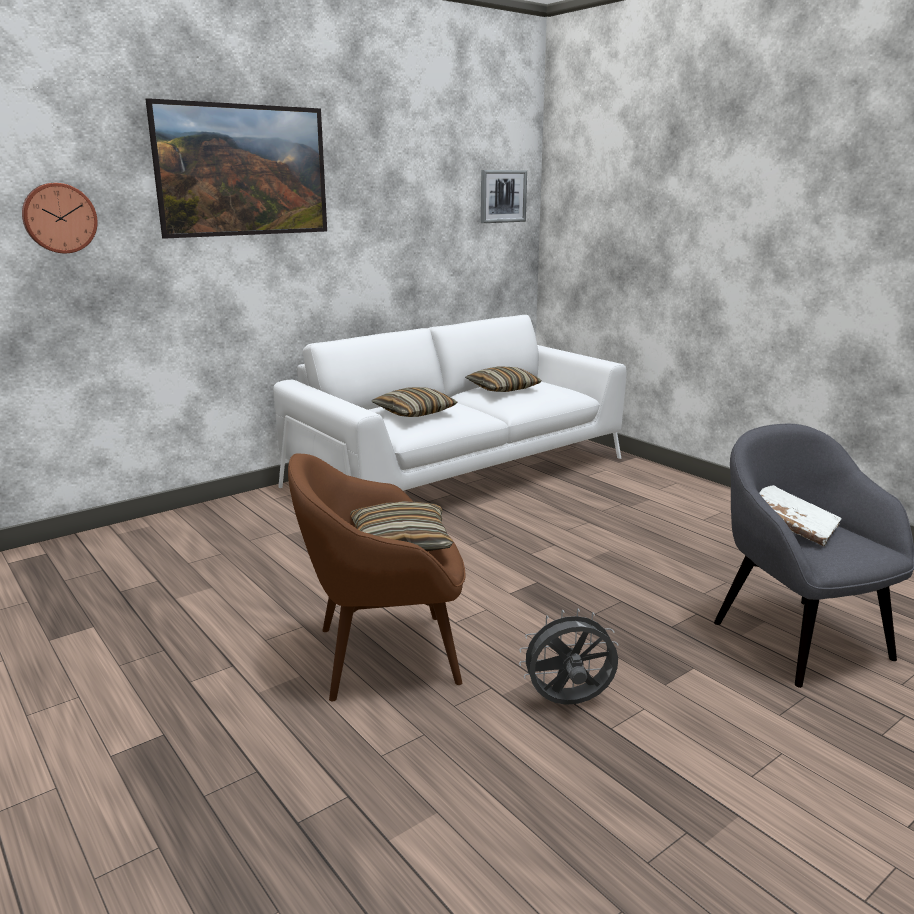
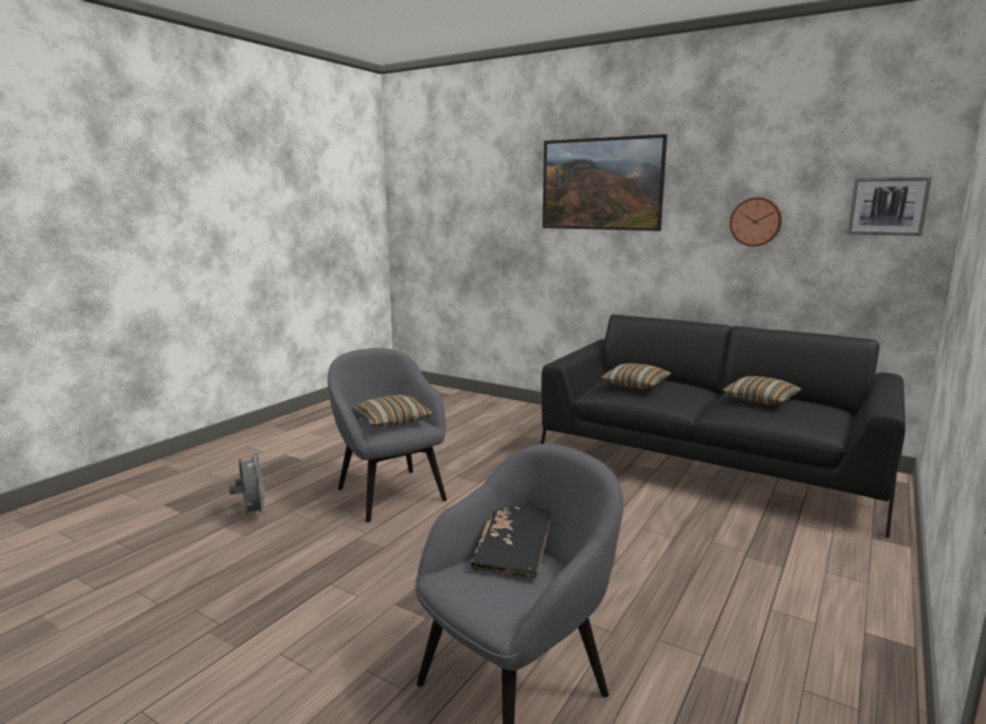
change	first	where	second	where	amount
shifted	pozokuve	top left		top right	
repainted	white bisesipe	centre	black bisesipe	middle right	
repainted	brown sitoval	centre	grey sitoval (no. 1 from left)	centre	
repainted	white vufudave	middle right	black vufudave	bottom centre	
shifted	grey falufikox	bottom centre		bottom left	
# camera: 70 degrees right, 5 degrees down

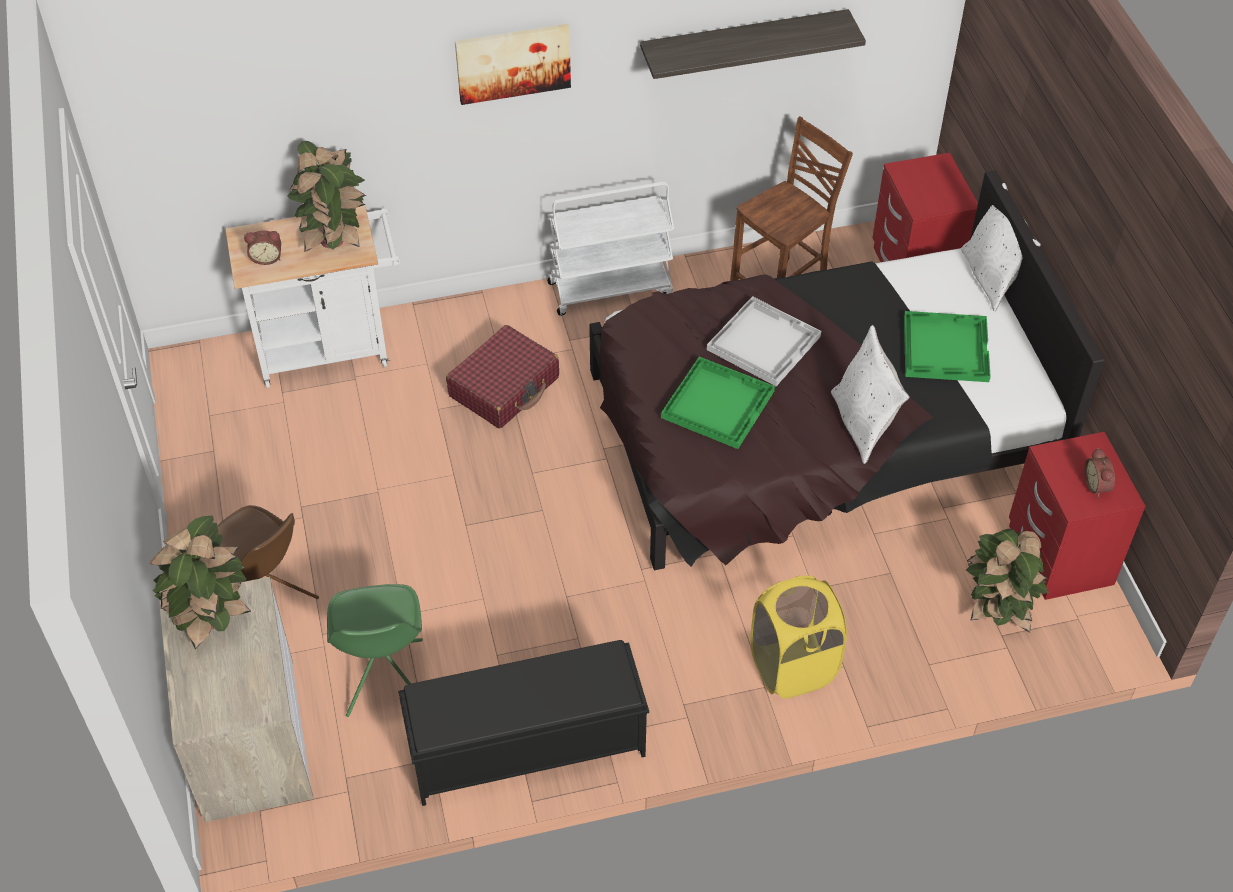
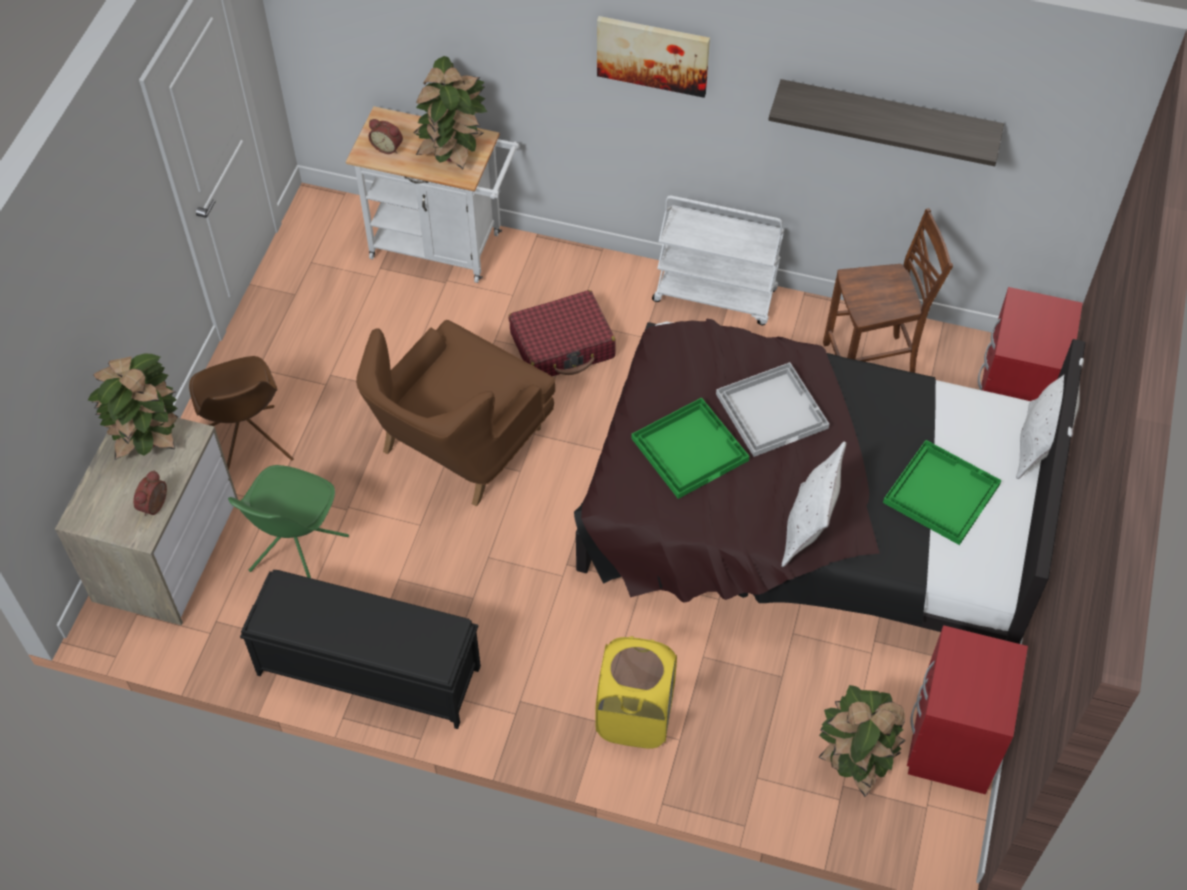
change	first	where	second	where	amount
shifted	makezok (no. 2 from left in the first image)	middle right	makezok (no. 1 from left)	middle left	
new			brown sitoval	centre	
# camera: 30 degrees right, 5 degrees up

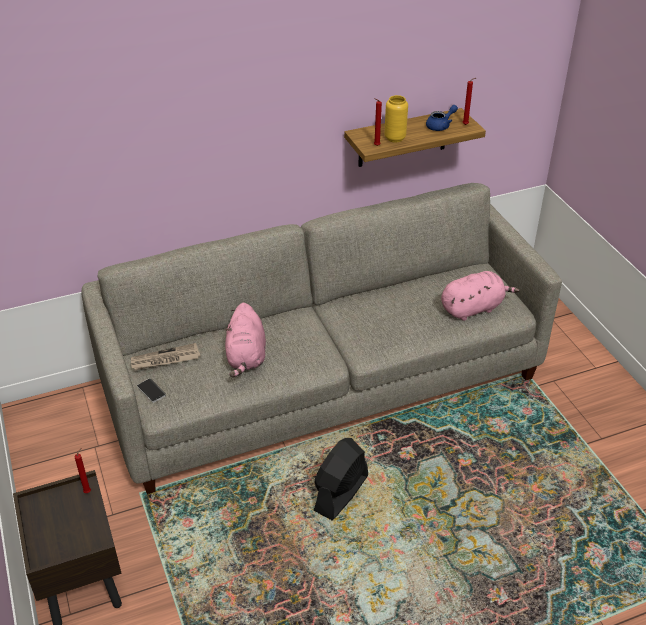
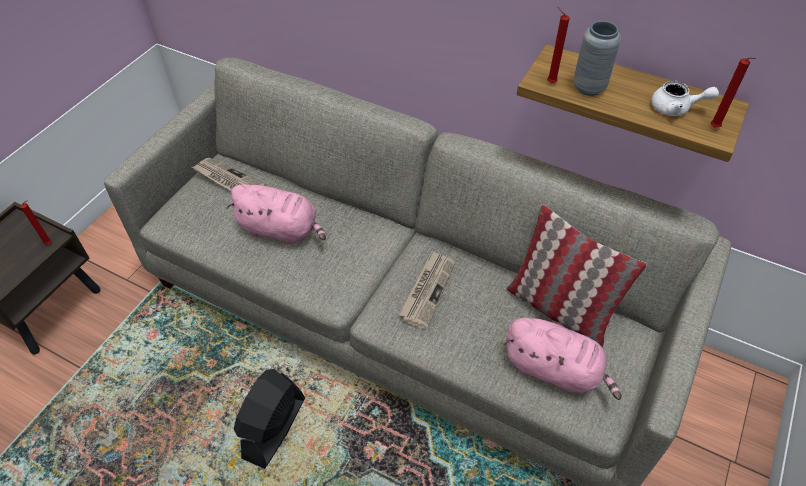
change	first	where	second	where	amount
repainted	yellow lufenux	top centre	grey lufenux	top right	
repainted	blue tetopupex	top right	white tetopupex	top right	
rotated	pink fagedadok (no. 1 from left)	centre		centre	120 degrees counterclockwise
gone	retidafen	middle left			
rotated	black falufikox	bottom centre		bottom centre	60 degrees counterclockwise
new			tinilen	middle right	
new			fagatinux (no. 2 from left)	centre	
# camera: 50 degrees right, 10 degrees up

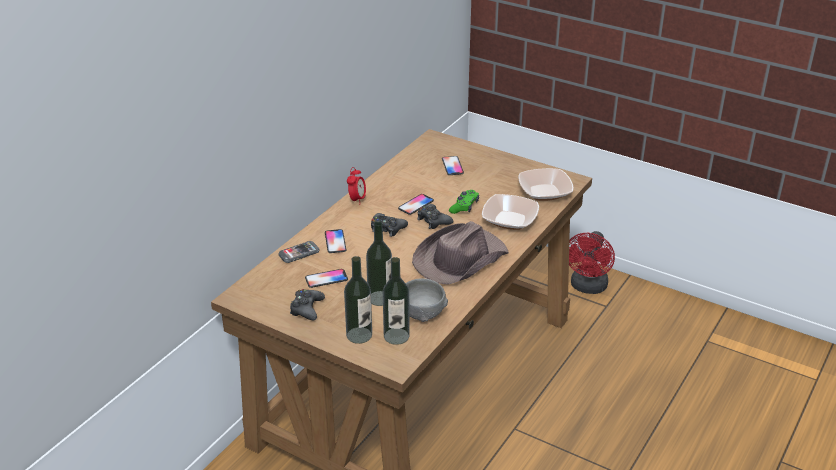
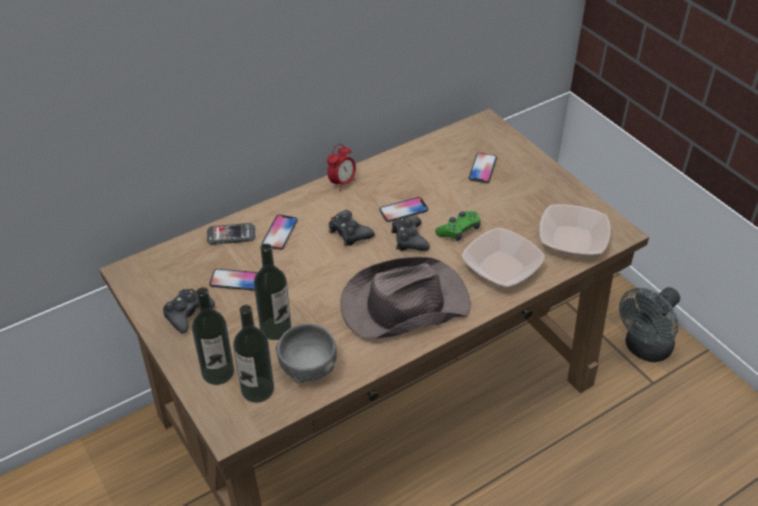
change	first	where	second	where	amount
repainted	red falufikox	middle right	grey falufikox	middle right	
# camera: 25 degrees right, 10 degrees up

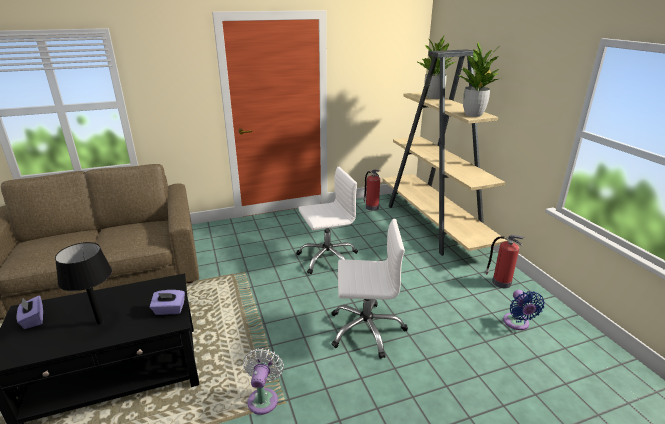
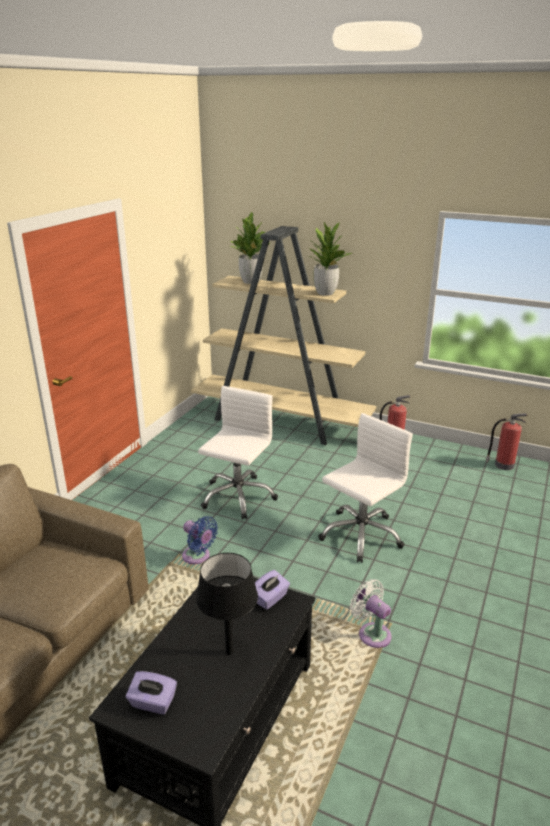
change	first	where	second	where	amount
shifted	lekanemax (no. 1 from left in the first image)	centre	lekanemax (no. 2 from left)	middle right	
shifted	blue falufikox	bottom right		centre	
# camera: 45 degrees left, 0 degrees up

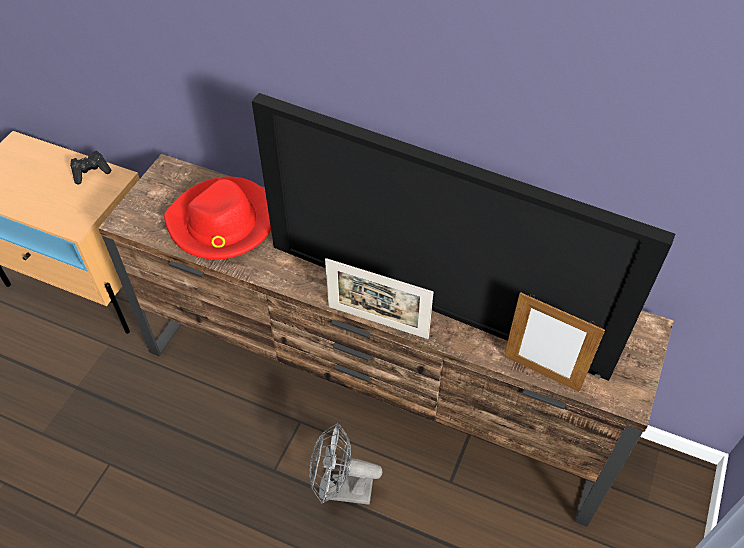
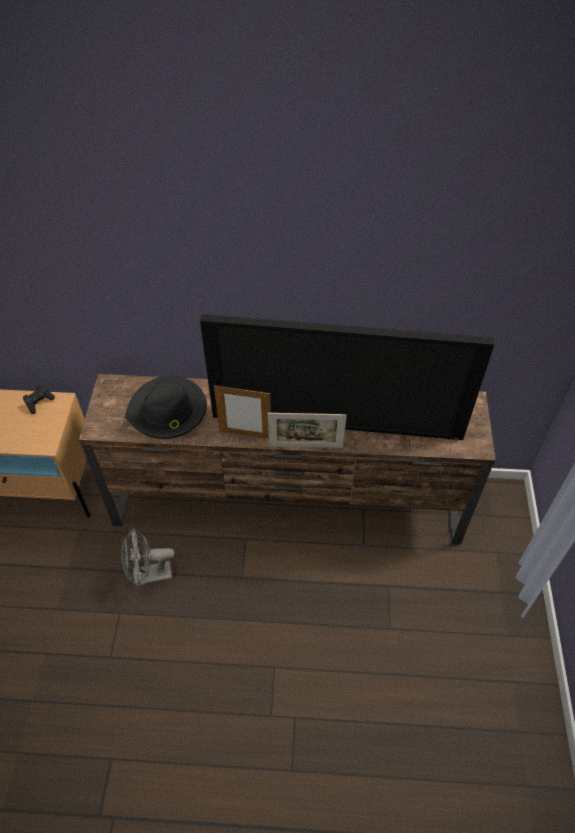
change	first	where	second	where	amount
repainted	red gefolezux	middle left	black gefolezux	middle left	
shifted	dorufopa (no. 2 from left in the first image)	middle right	dorufopa (no. 1 from left)	centre	
shifted	grey falufikox	bottom centre		bottom left	
# camera: 20 degrees left, 0 degrees up

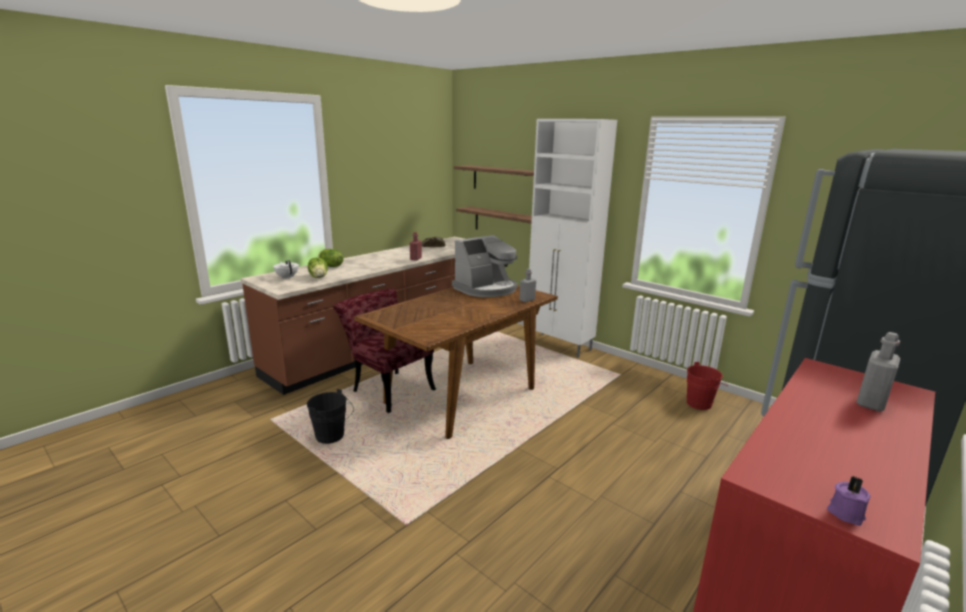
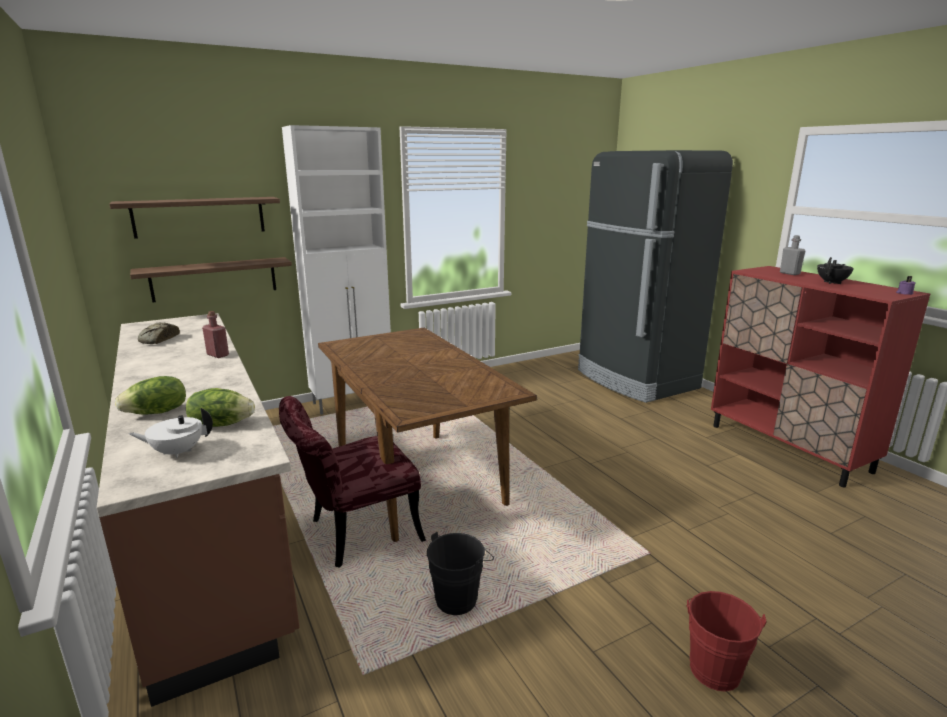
change	first	where	second	where	amount
gone	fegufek	centre			
gone	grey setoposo (no. 1 from left)	centre			
shifted	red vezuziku	middle right		bottom right	
new			black tetopupex	middle right	
# camera: 70 degrees left, 0 degrees up

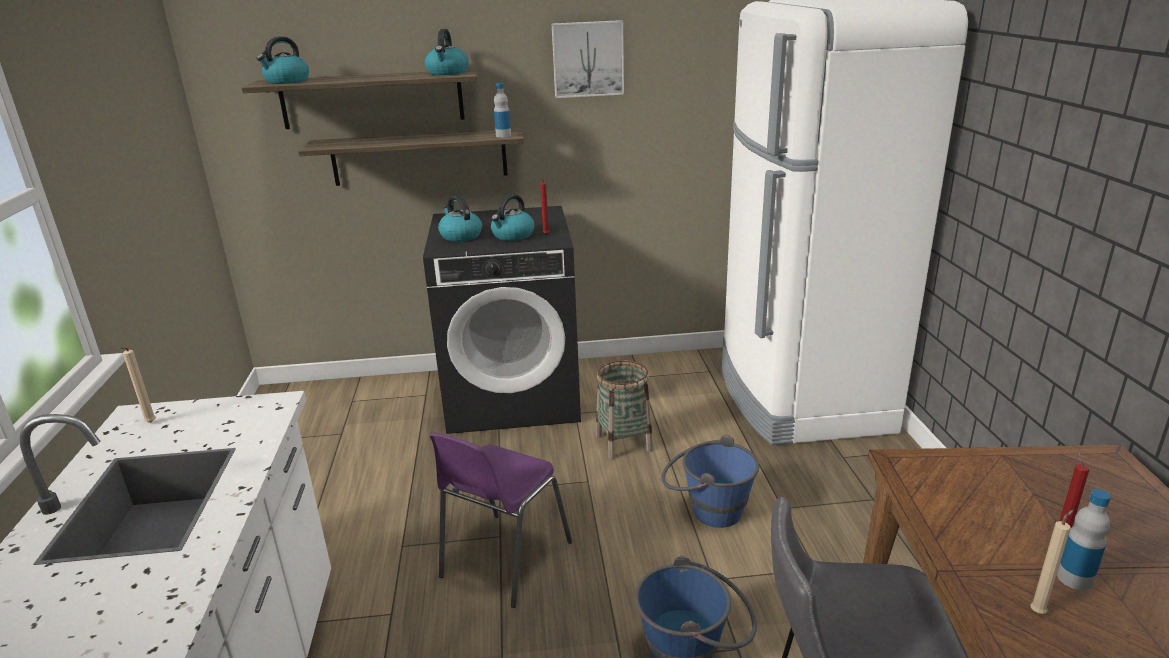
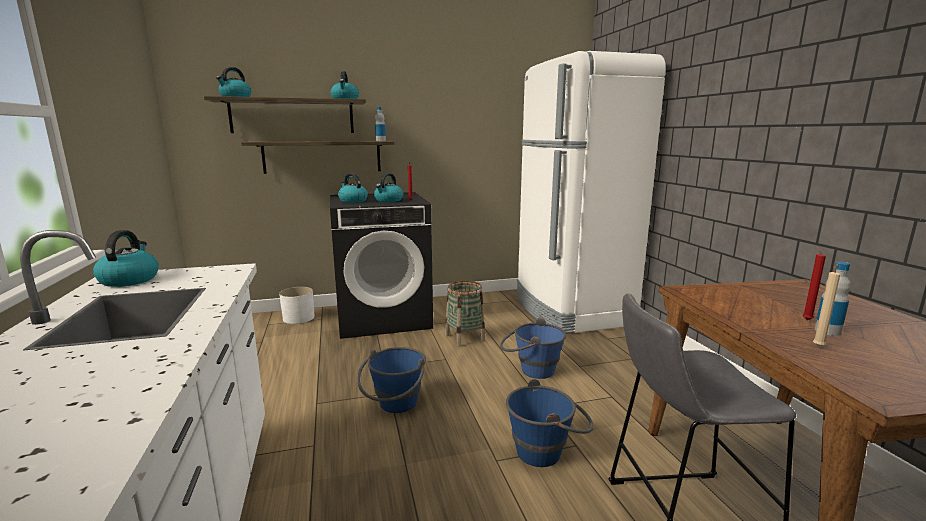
change	first	where	second	where	amount
gone	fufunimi	top centre			
swapped	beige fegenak (no. 1 from left)	middle left	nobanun (no. 1 from left)	middle left	
swapped	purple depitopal	bottom centre	blue vezuziku (no. 1 from left)	bottom centre	
new			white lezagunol	middle left	
# camera: 10 degrees left, 10 degrees down

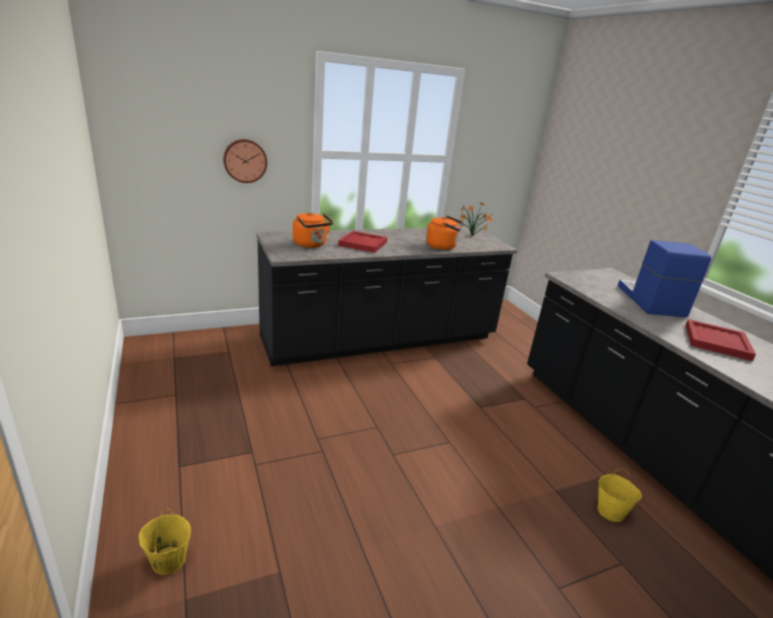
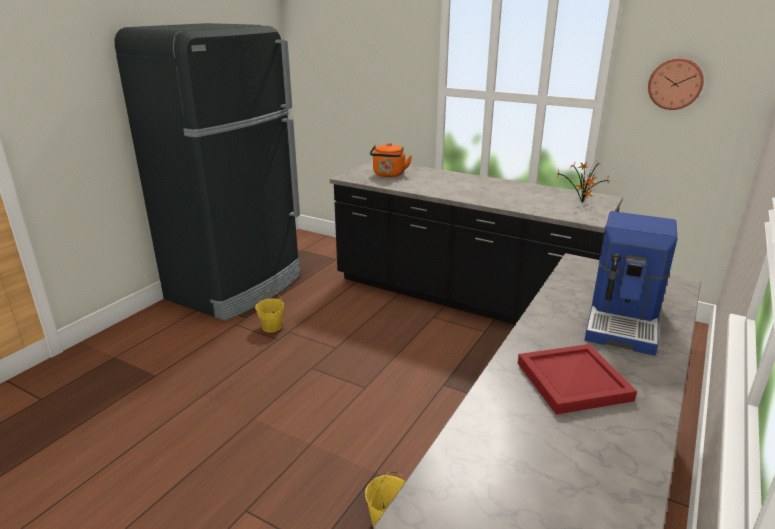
change	first	where	second	where	amount
shifted	pozokuve	top left		top right	
gone	orange nobanun (no. 2 from left)	centre			
gone	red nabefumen (no. 1 from left)	centre			
rotated	fegufek	middle right		middle right	150 degrees clockwise
shifted	yellow vezuziku (no. 1 from left)	bottom left		centre	
new			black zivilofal	top left	
# camera: 55 degrees right, 0 degrees up

